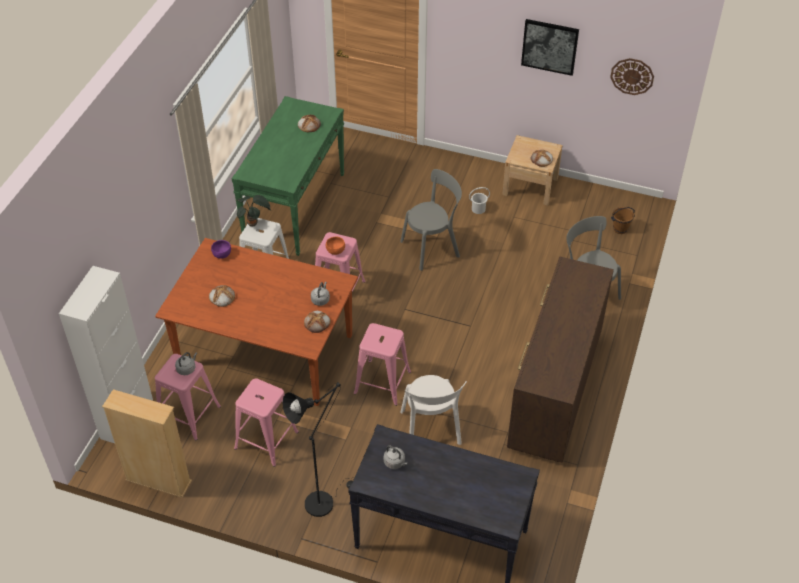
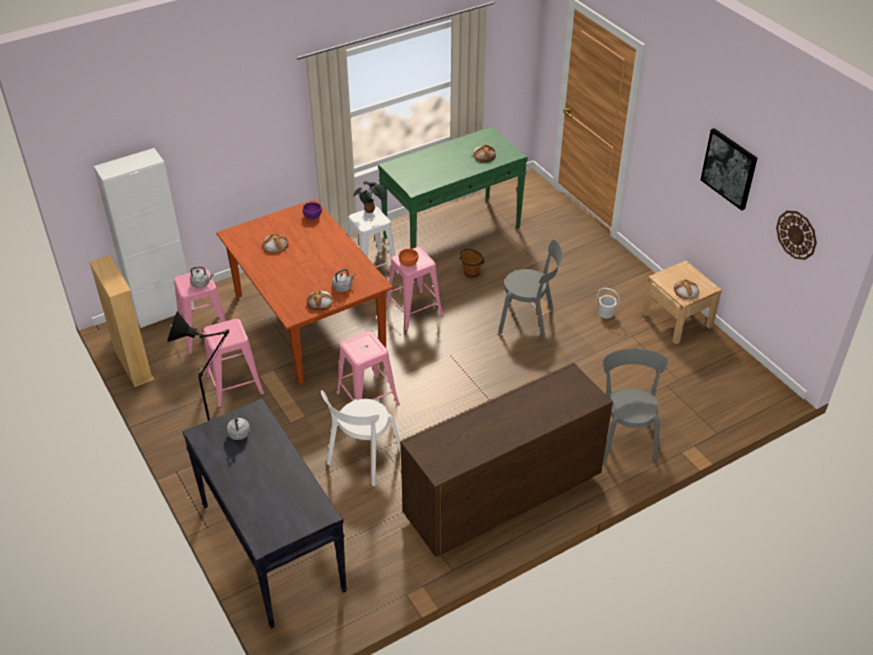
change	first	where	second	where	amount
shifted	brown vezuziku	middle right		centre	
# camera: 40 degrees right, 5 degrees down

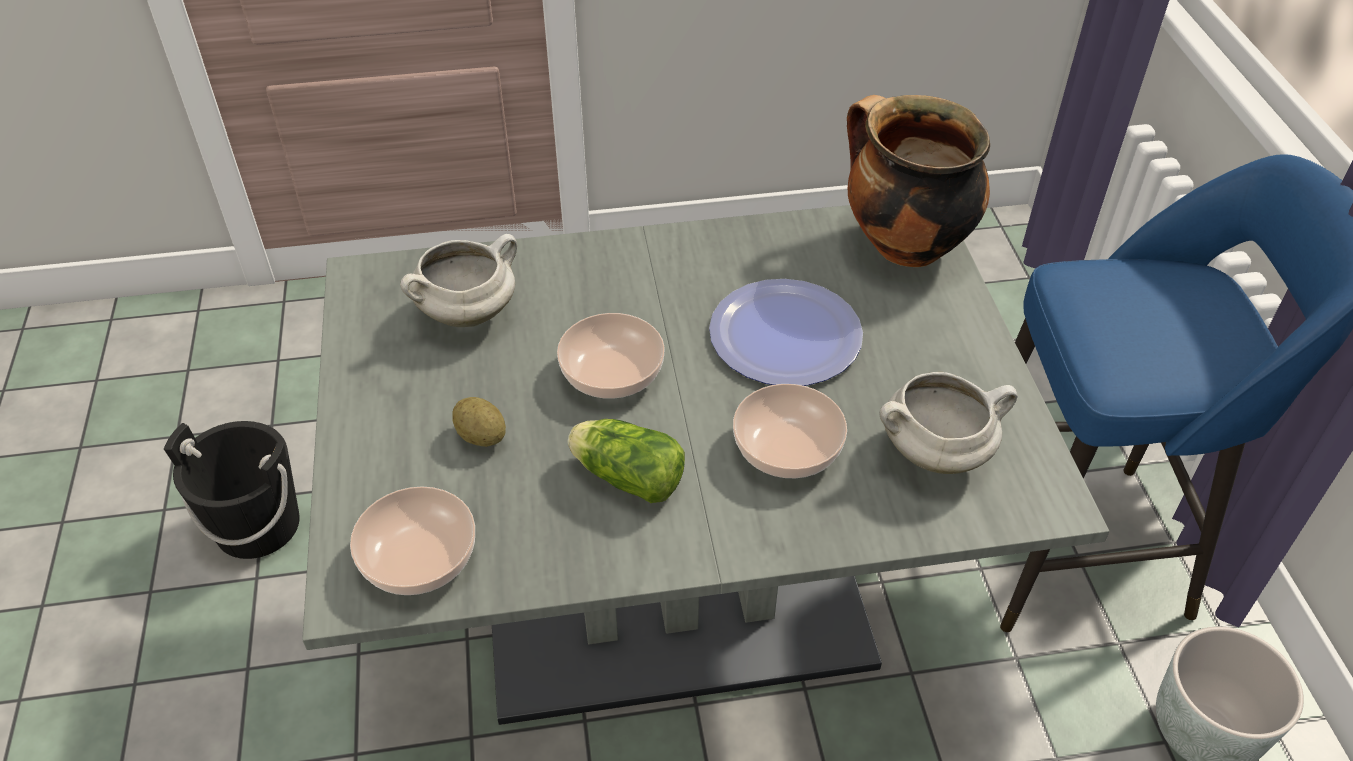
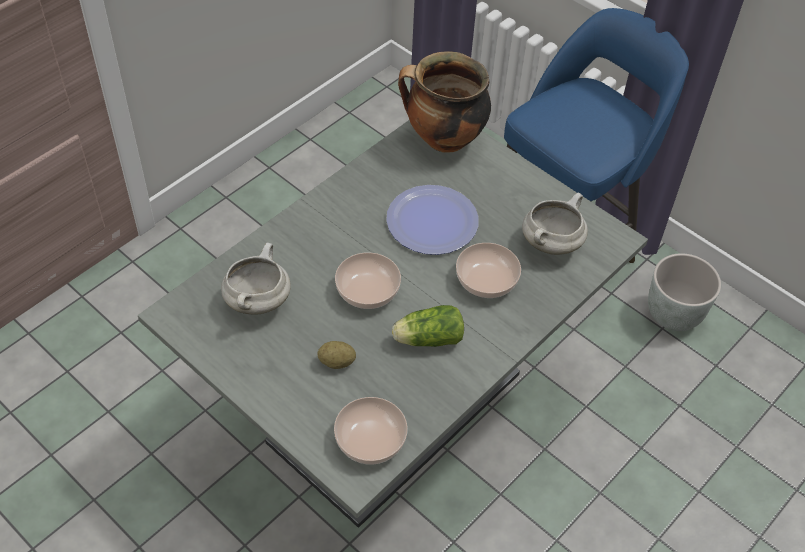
change	first	where	second	where	amount
gone	black vezuziku	middle left			
# camera: 40 degrees left, 5 degrees up

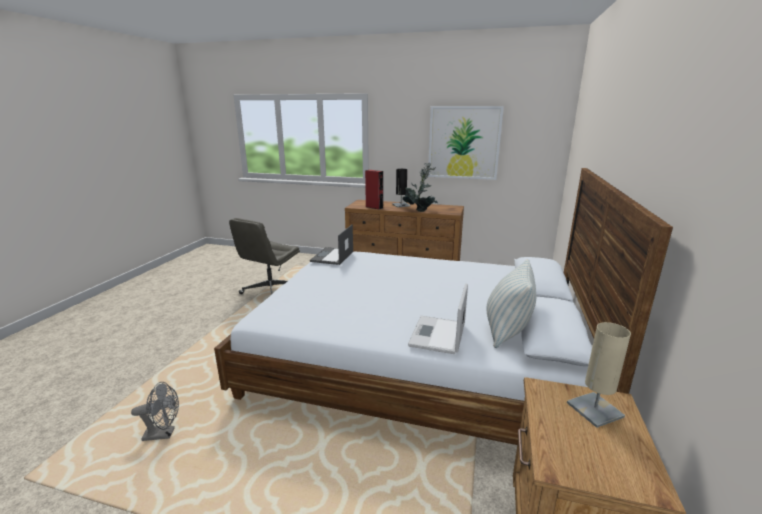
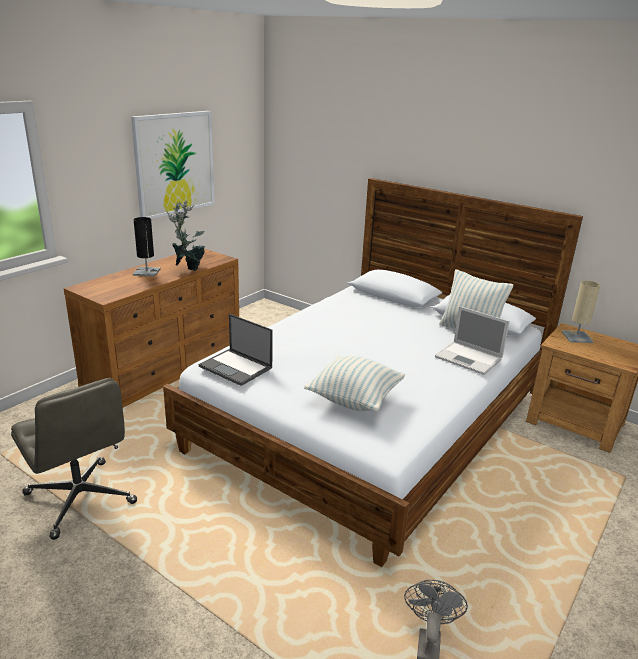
change	first	where	second	where	amount
gone	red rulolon	centre			
new			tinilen (no. 1 from left)	centre	
# camera: 70 degrees left, 5 degrees up

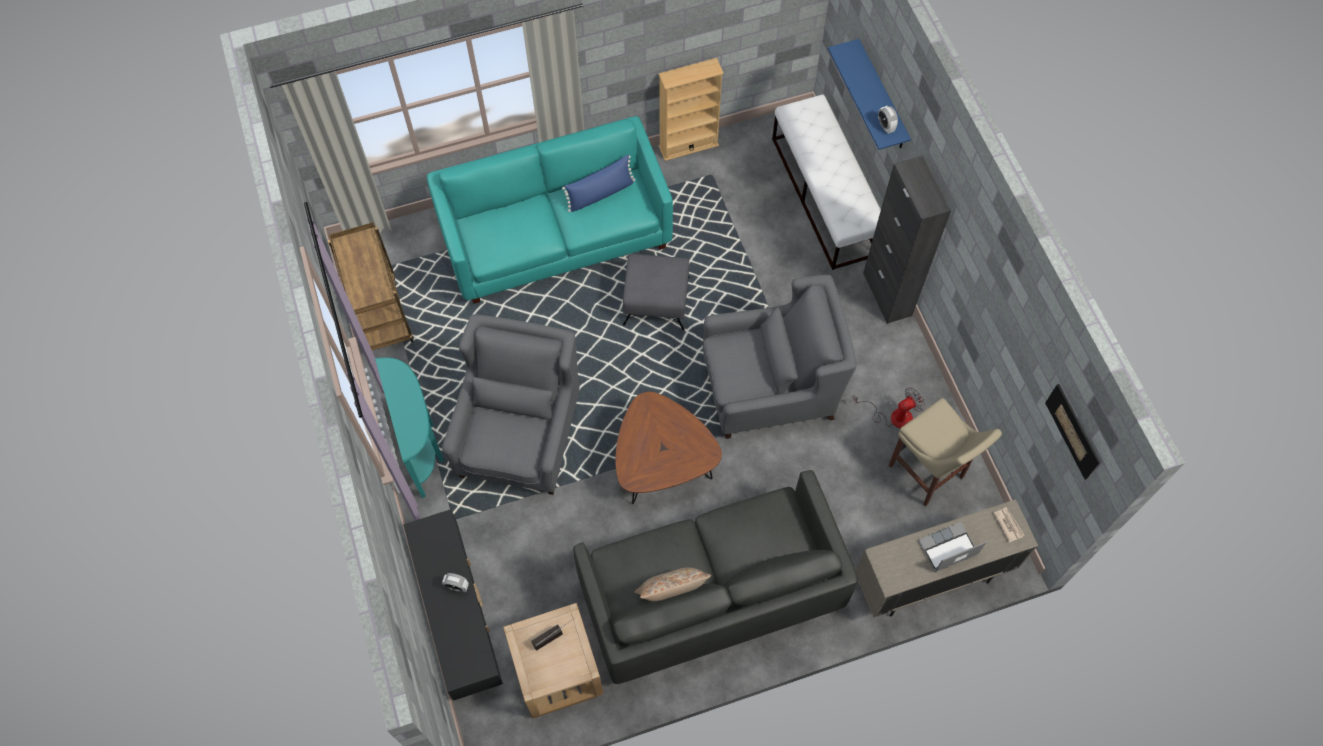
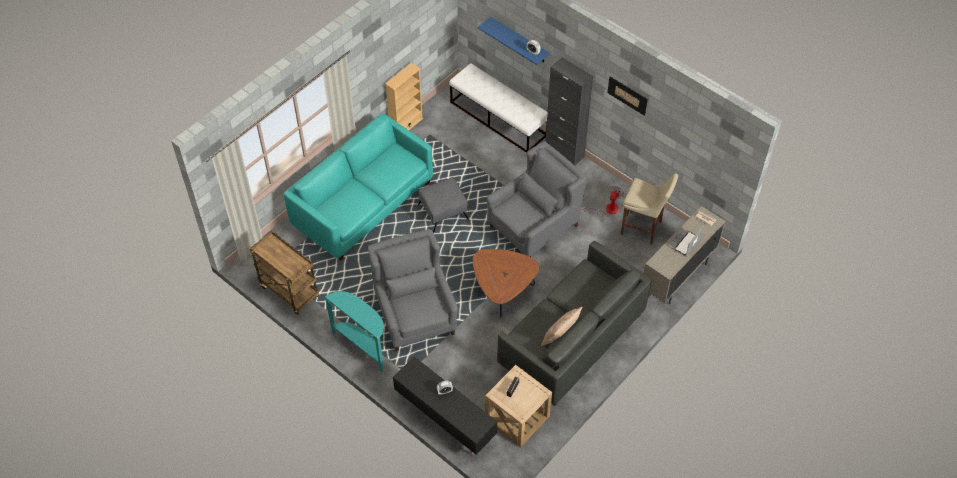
change	first	where	second	where	amount
gone	blue tinilen	top centre			
shifted	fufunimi	middle right		top centre	
# camera: 30 degrees left, 10 degrees down

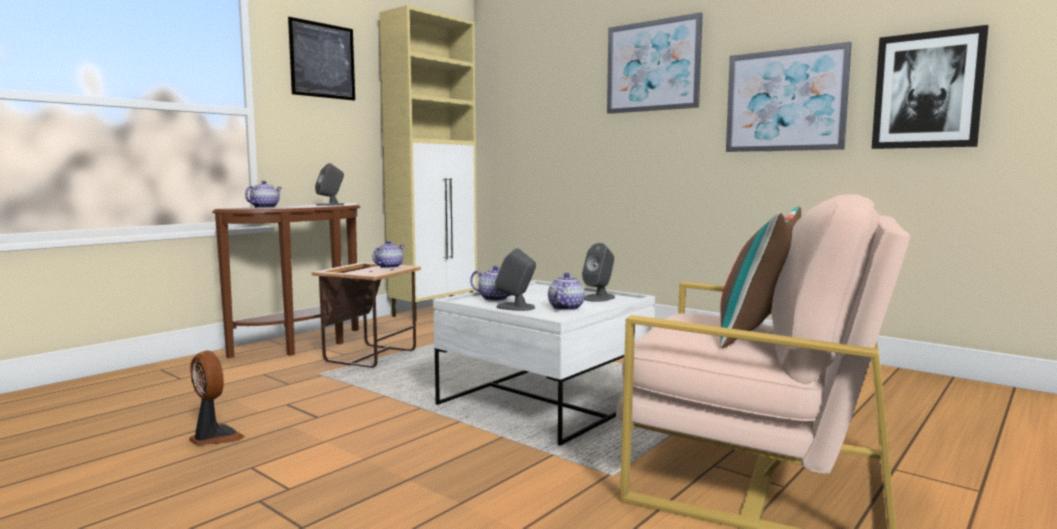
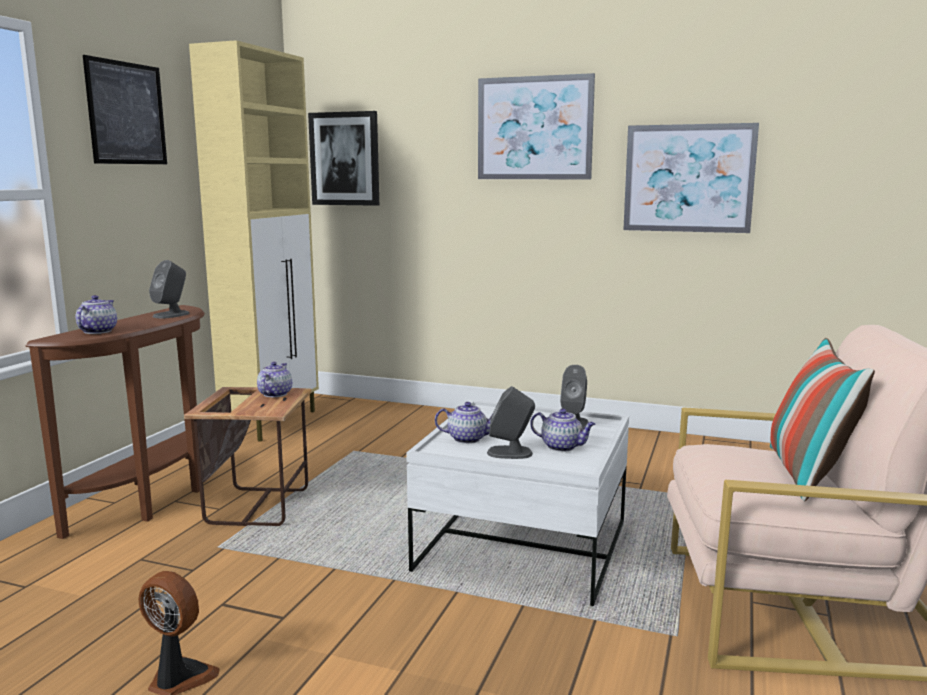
change	first	where	second	where	amount
shifted	fufunimi (no. 4 from left in the first image)	top right	fufunimi (no. 2 from left)	top centre	
rotated	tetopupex (no. 4 from left)	centre		centre	120 degrees clockwise
# camera: 20 degrees left, 5 degrees up

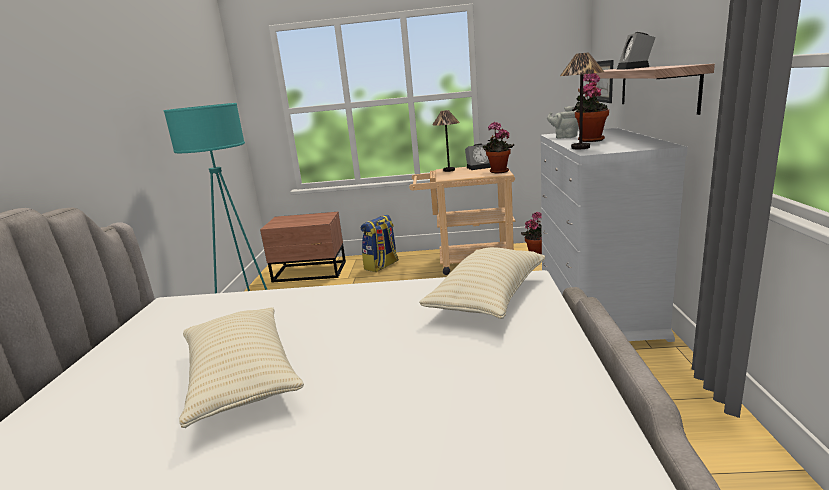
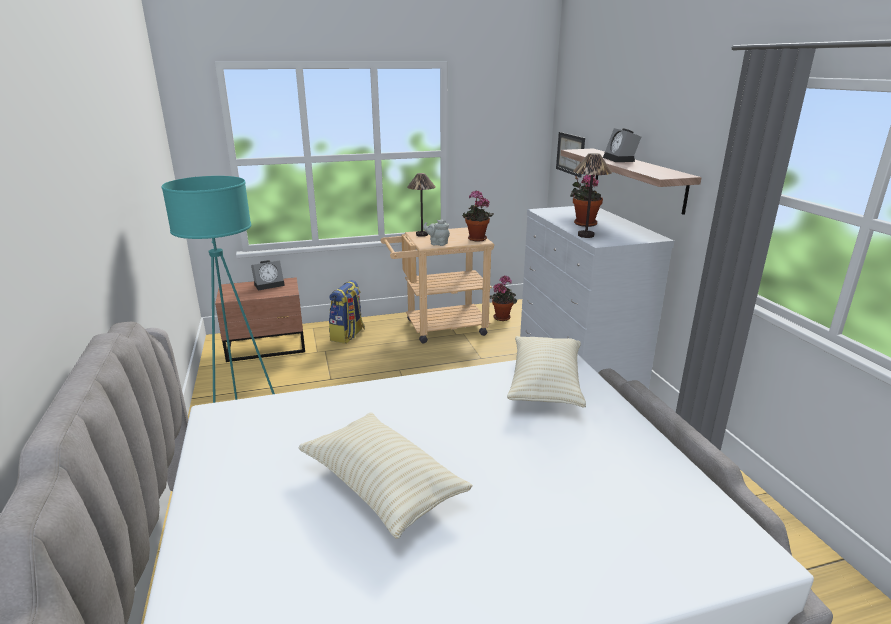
change	first	where	second	where	amount
shifted	grey tetopupex	top right		centre	
shifted	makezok (no. 1 from left)	top centre		middle left	
# camera: 20 degrees left, 5 degrees up

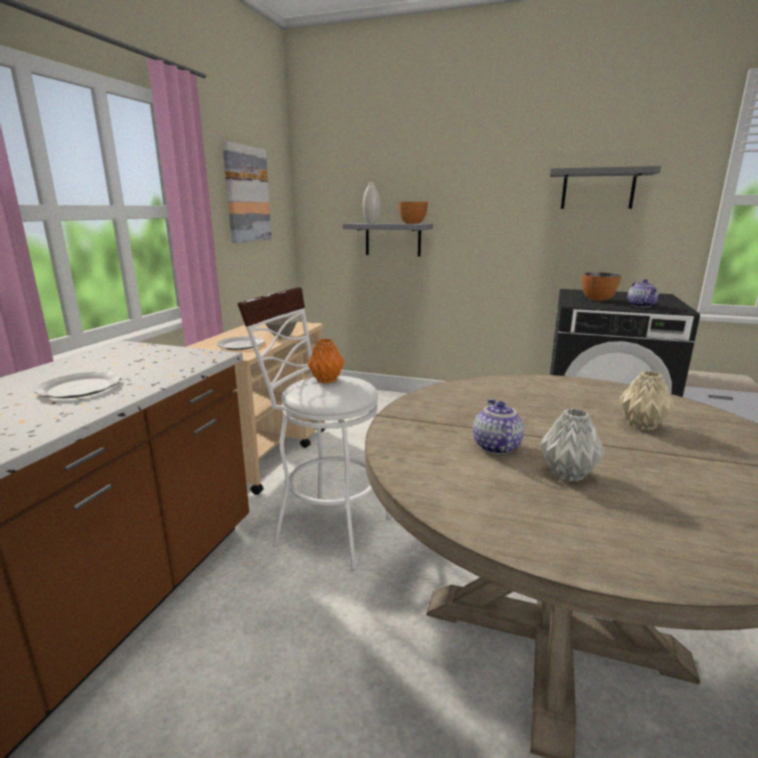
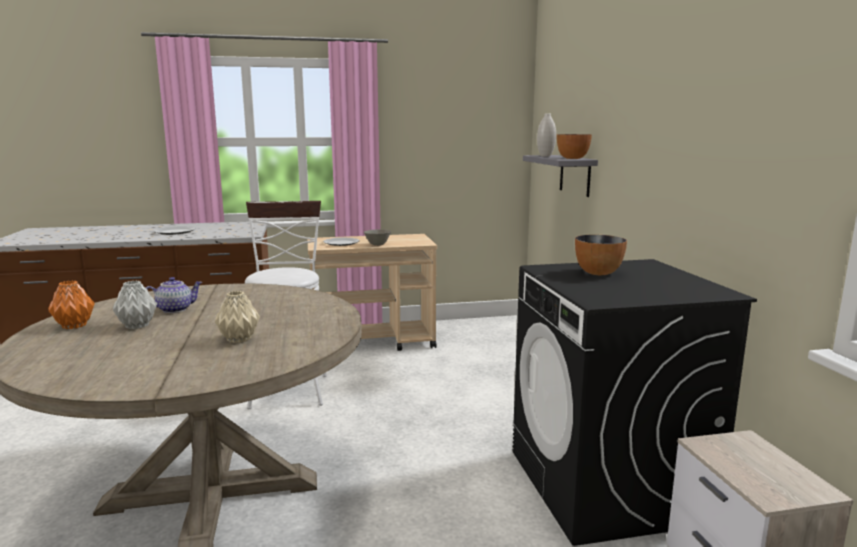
change	first	where	second	where	amount
gone	fufunimi	top left			
gone	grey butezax (no. 2 from left)	top right			
gone	tetopupex (no. 2 from left)	middle right			
shifted	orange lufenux	centre		middle left	
# camera: 60 degrees right, 5 degrees down

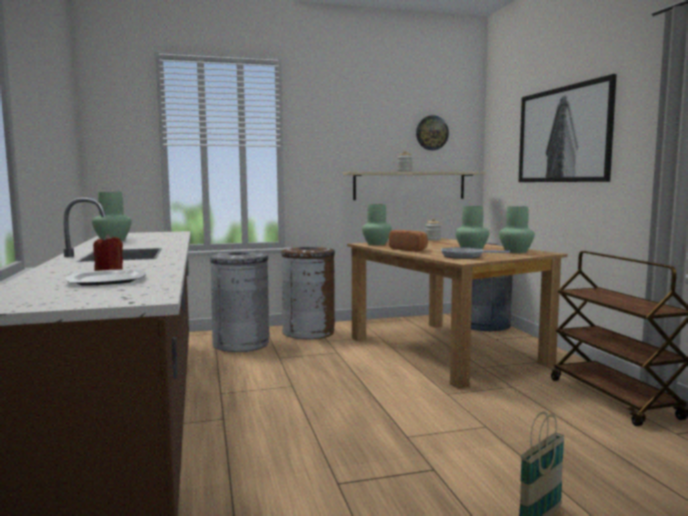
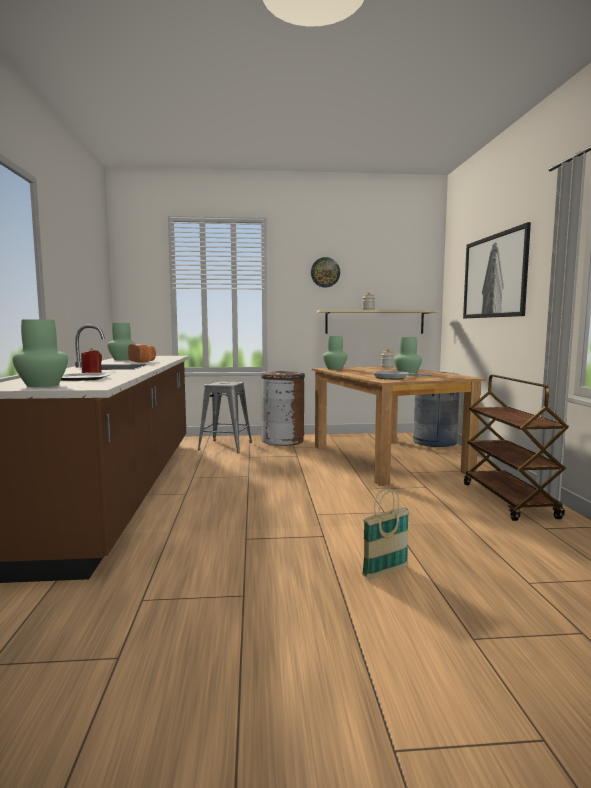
change	first	where	second	where	amount
shifted	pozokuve	top centre		centre	
shifted	green lufenux (no. 4 from left in the first image)	middle right	green lufenux (no. 1 from left)	middle left	
shifted	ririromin	centre		middle left	
swapped	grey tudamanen (no. 1 from left)	centre	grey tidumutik	centre	
# camera: 10 degrees right, 0 degrees up

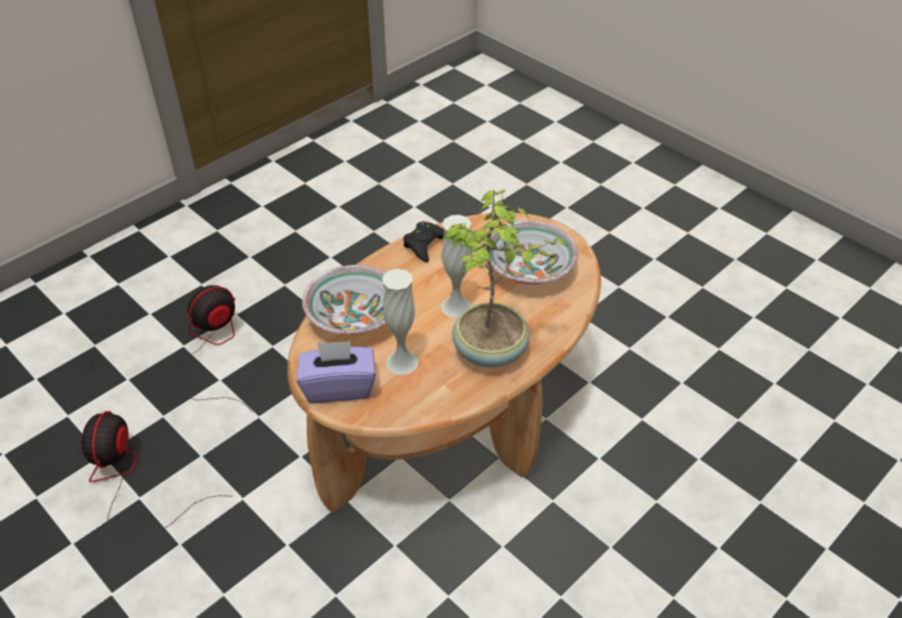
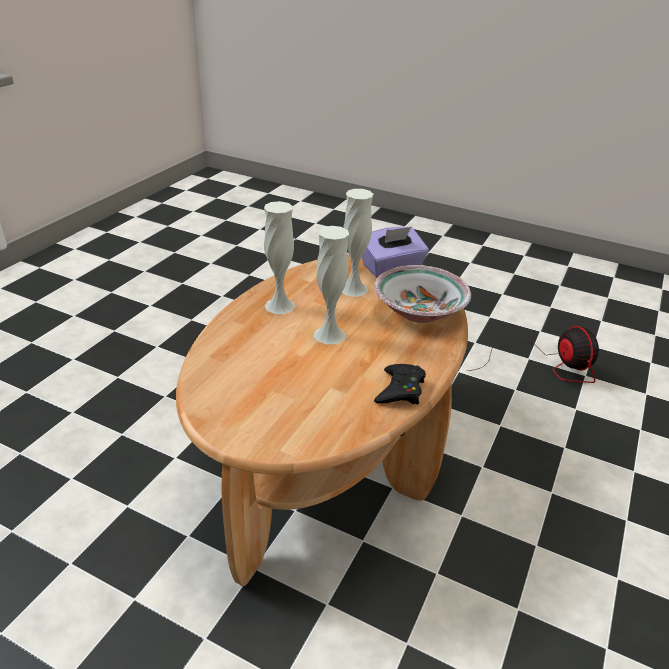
change	first	where	second	where	amount
swapped	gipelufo	centre	white lufenux (no. 1 from left)	centre	
gone	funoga (no. 2 from left)	centre			
gone	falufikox (no. 2 from left)	middle left			
# camera: 160 degrees right, 10 degrees down

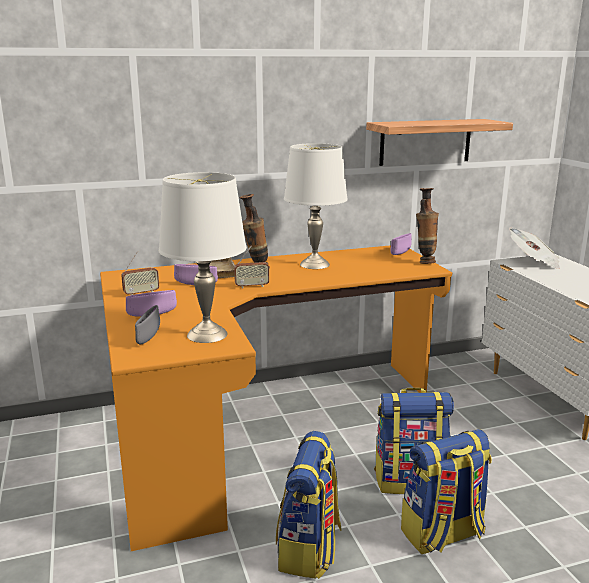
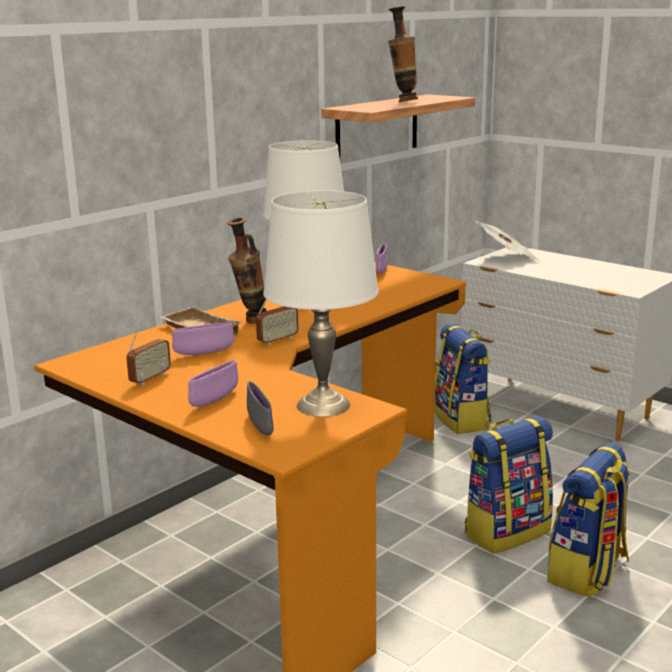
change	first	where	second	where	amount
shifted	lufenux (no. 2 from left)	middle right		top centre	
shifted	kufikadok (no. 1 from left)	bottom centre		middle right	
# camera: 30 degrees left, 0 degrees up

